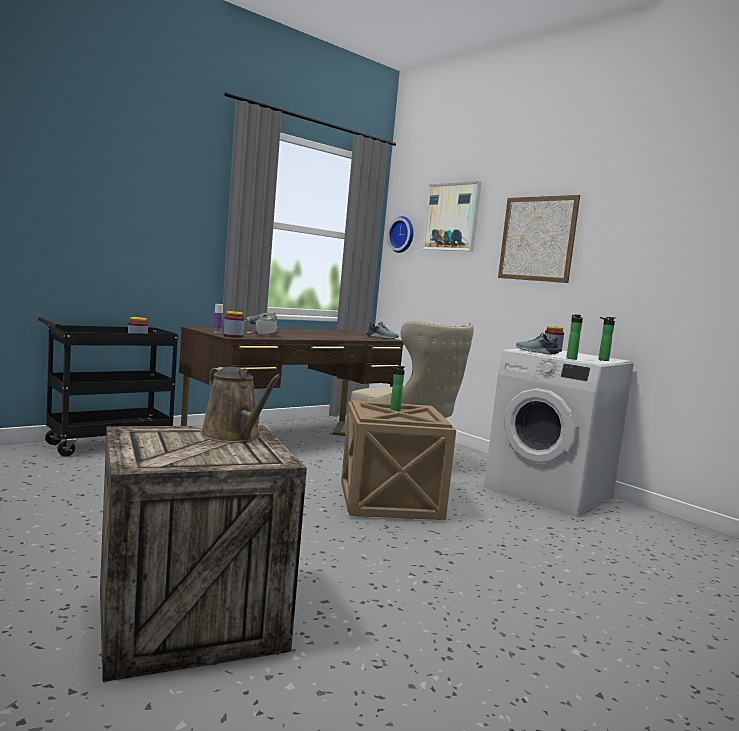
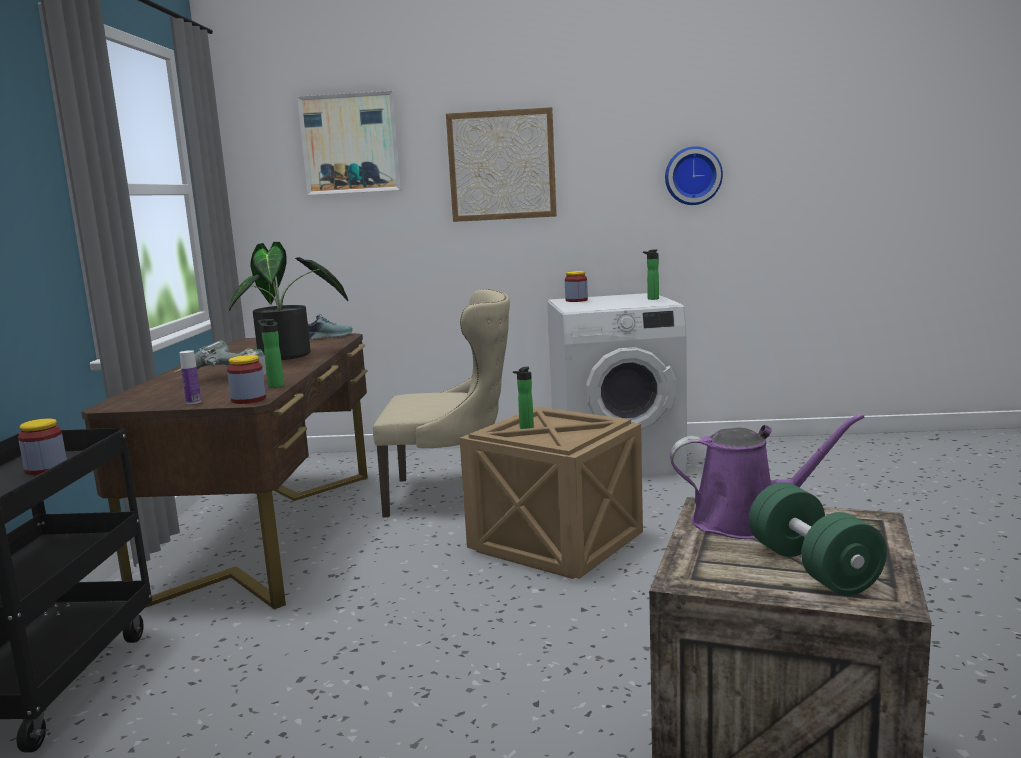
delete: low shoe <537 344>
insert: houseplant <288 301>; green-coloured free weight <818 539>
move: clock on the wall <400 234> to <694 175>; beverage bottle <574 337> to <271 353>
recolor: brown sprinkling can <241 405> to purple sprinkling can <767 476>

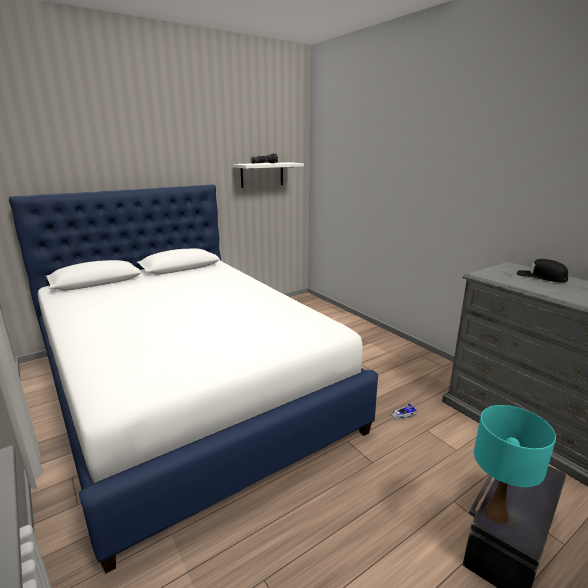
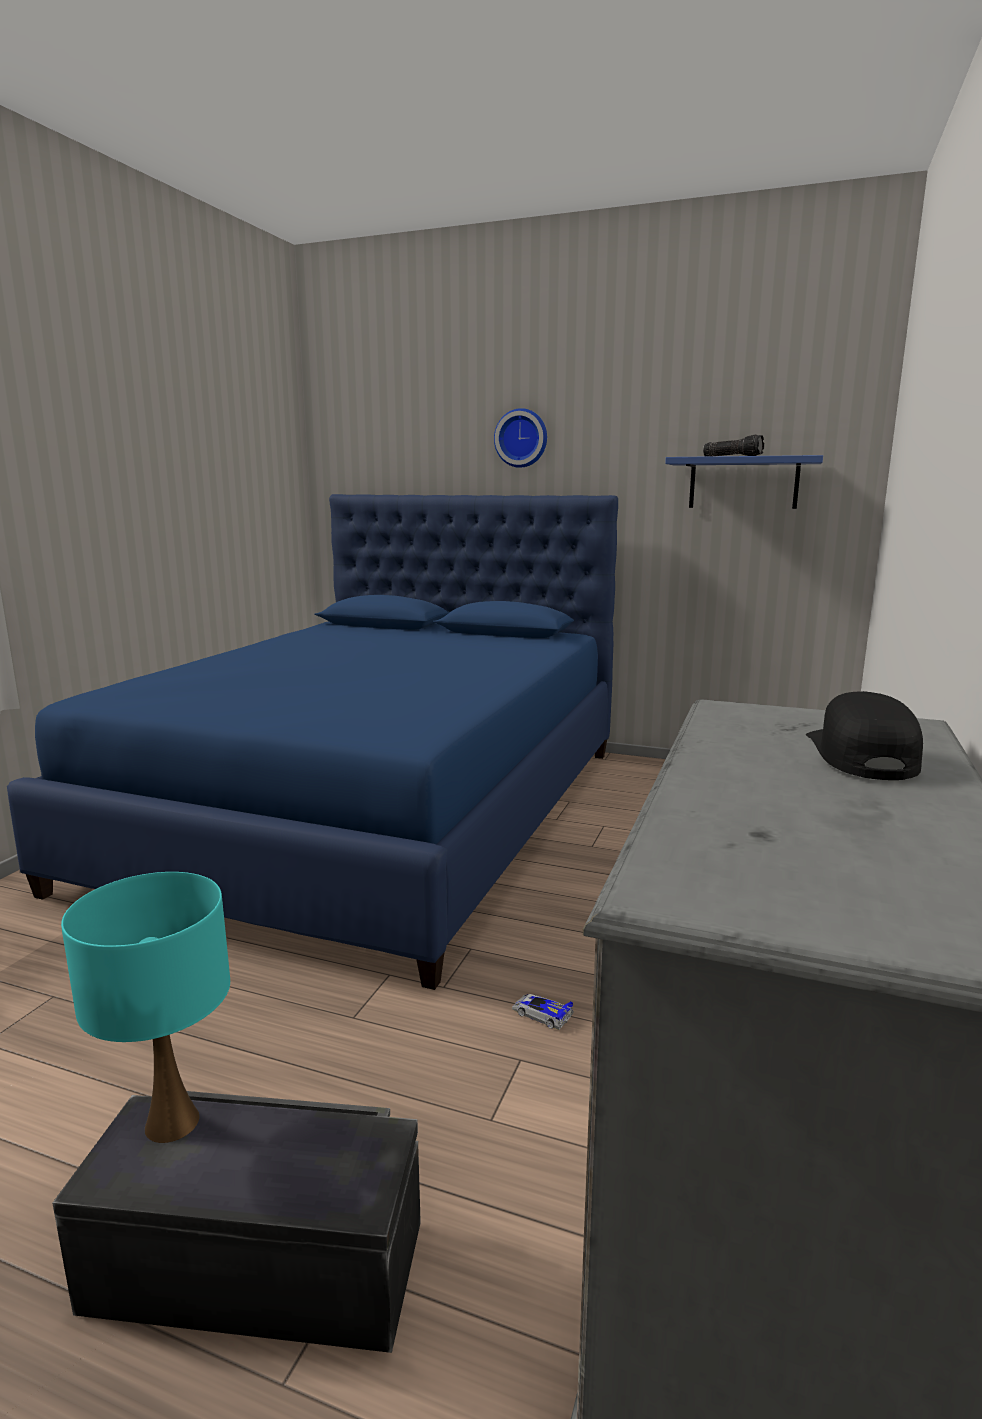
insert: clock on the wall <520 438>
recolor: whitish bed <193 379> to bluish bed <312 742>; whitish shelf <268 175> to bluish shelf <744 482>

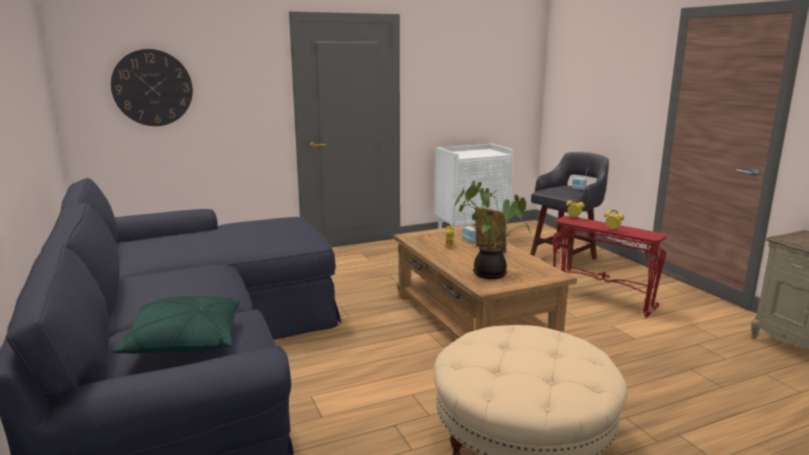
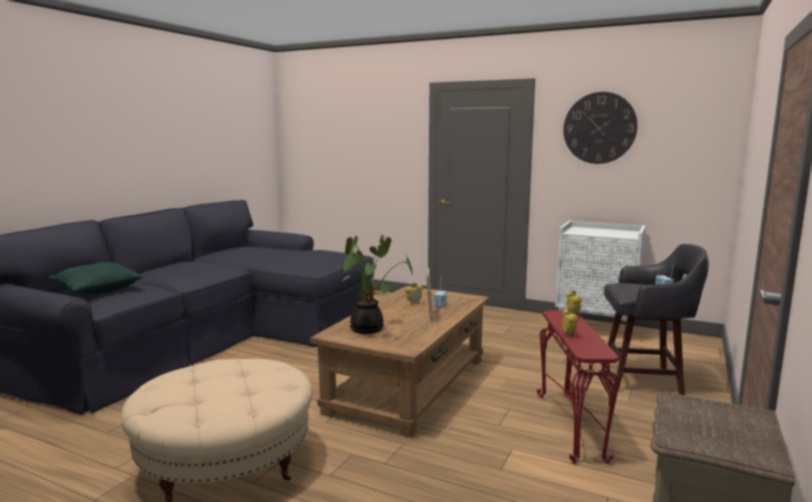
move: clock on the wall <152 87> to <600 128>

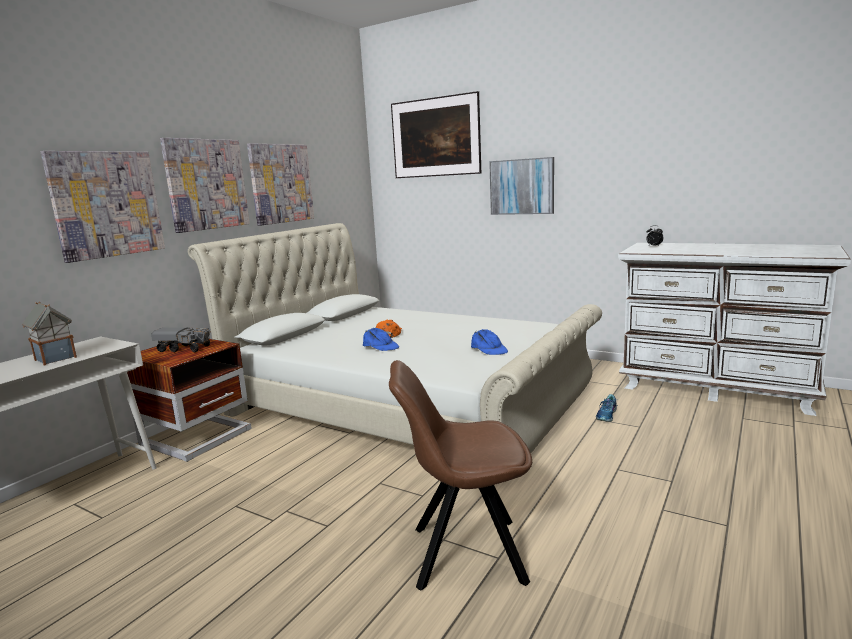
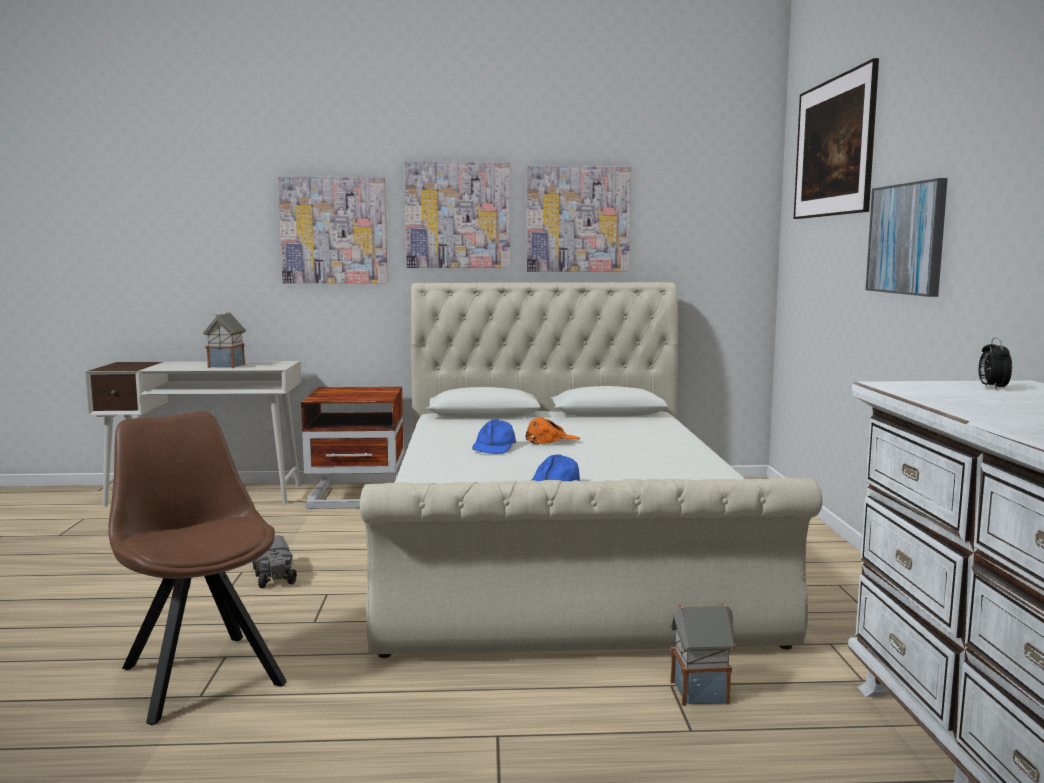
move: model truck <180 339> to <275 561>
replace: low shoe <606 408> to miniature house <703 654>

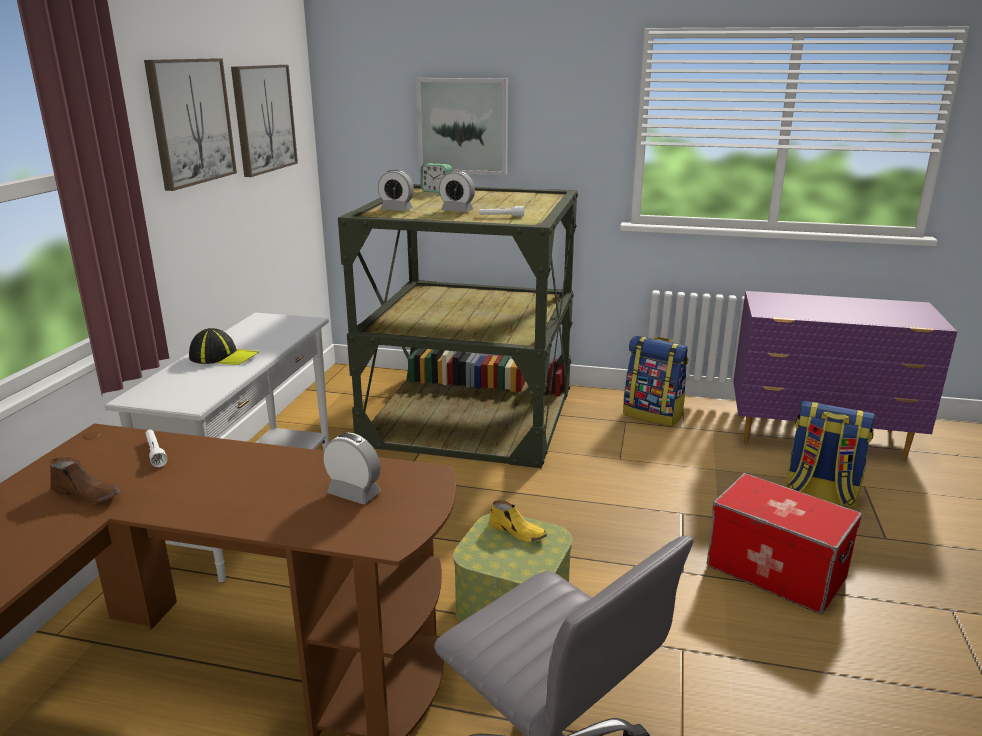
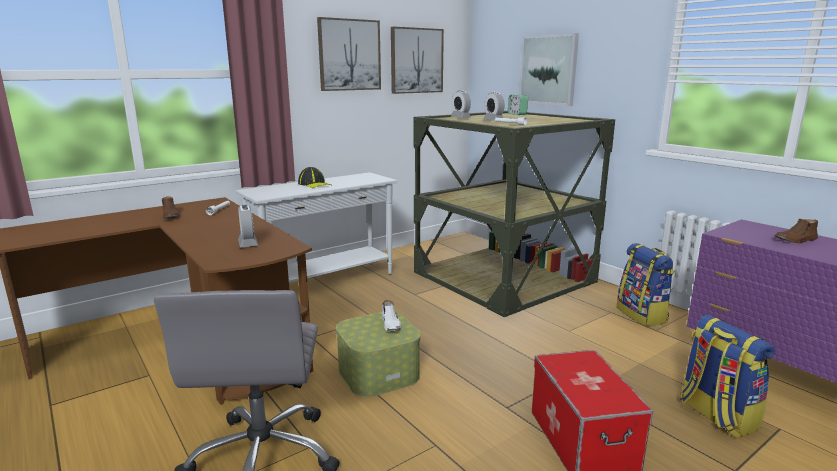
insert: brown low shoe <796 231>
recolor: yellow low shoe <518 521> to whitish low shoe <392 316>

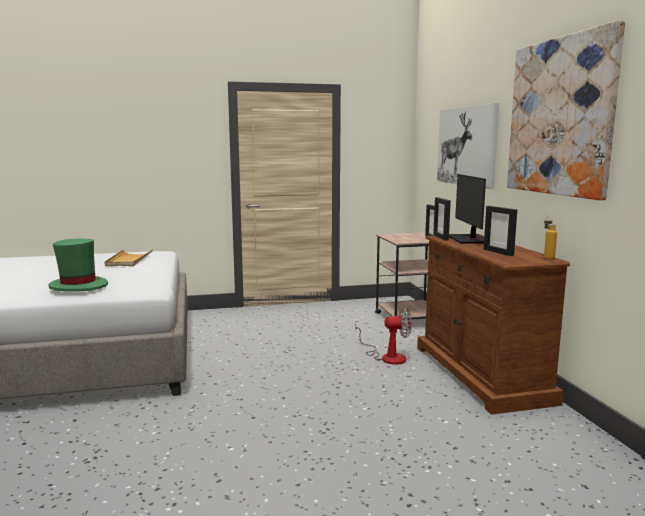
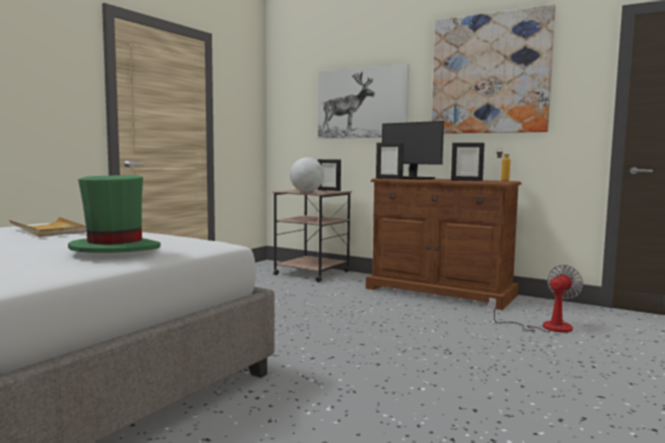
insert: globe <307 174>
move: electric fan <383 336> to <536 299>

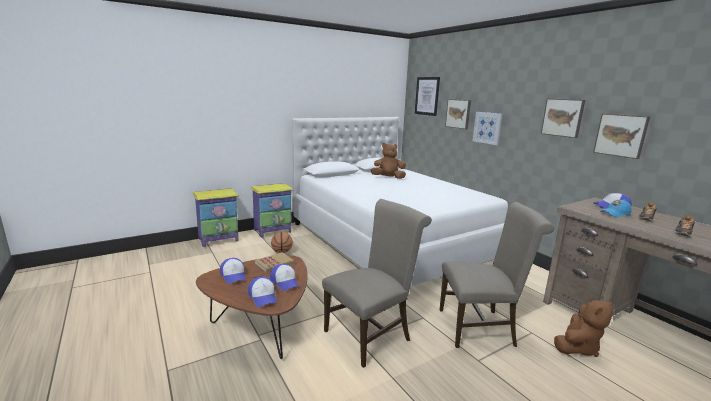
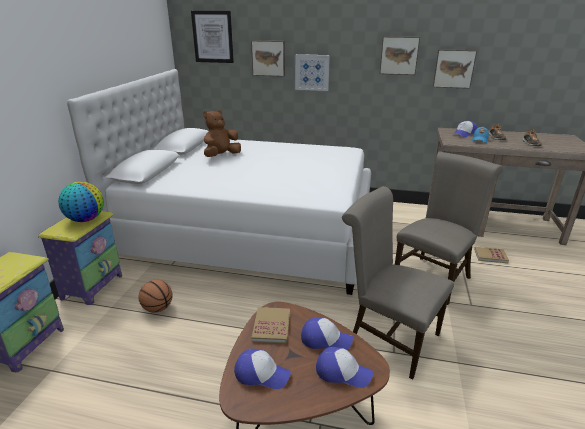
insert: globe <81 202>
replace: brown plush toy <583 328> to book <491 255>
rotate: beige-coloured upright chair <377 283> = <398 283> 60 degrees counterclockwise

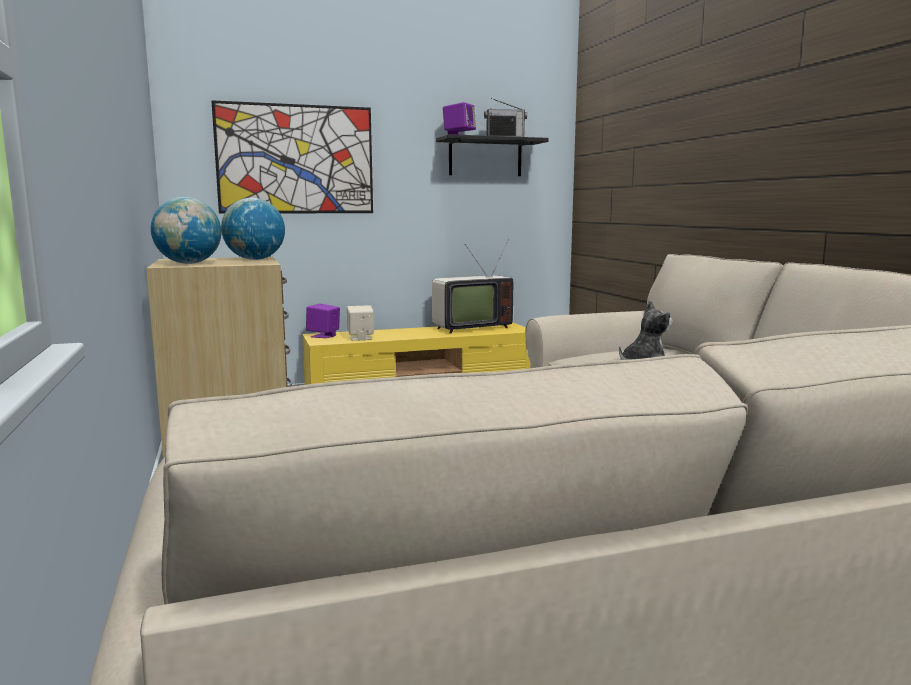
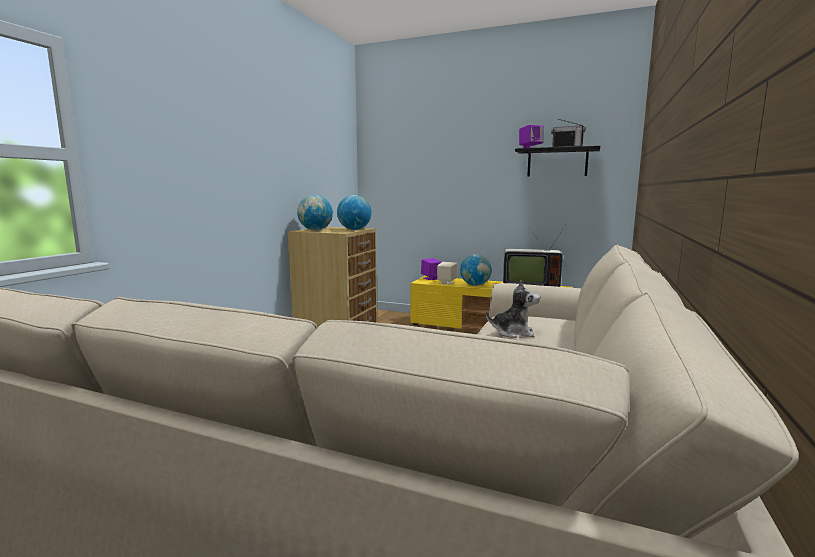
delete: picture <292 157>
insert: globe <476 270>

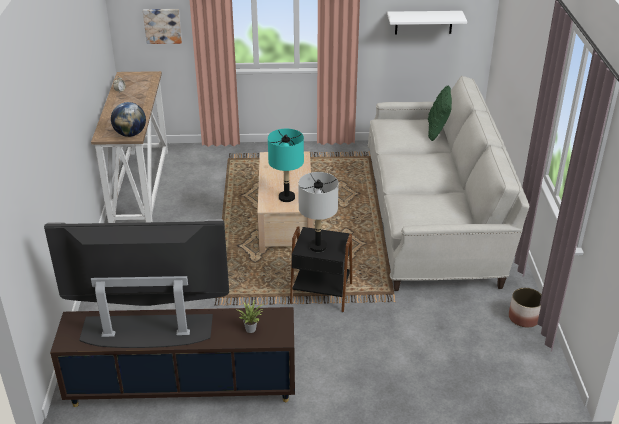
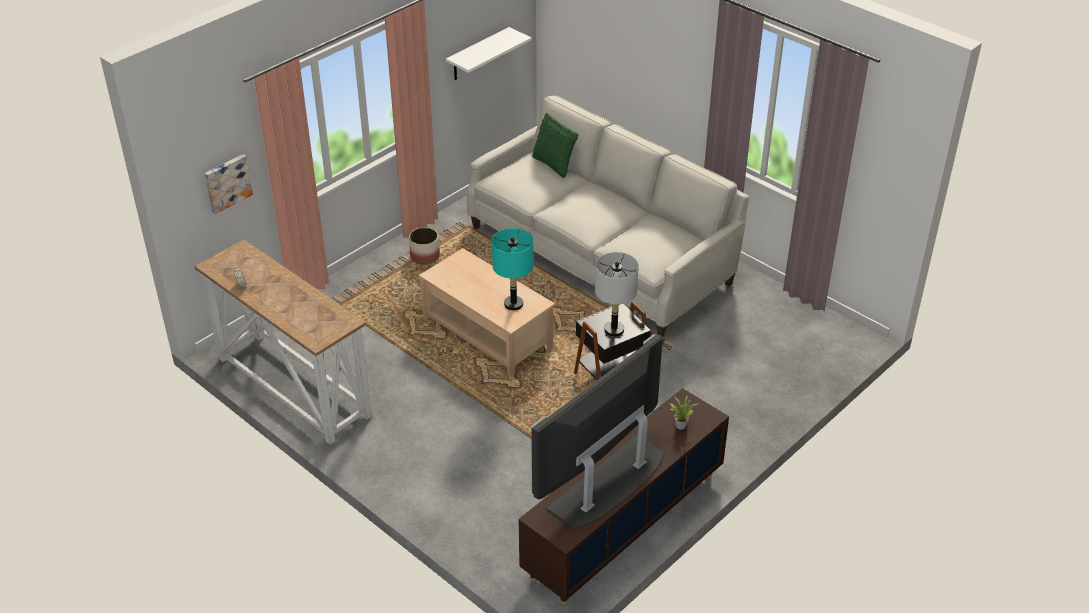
delete: globe <128 119>
move: flower pot <525 307> to <424 245>

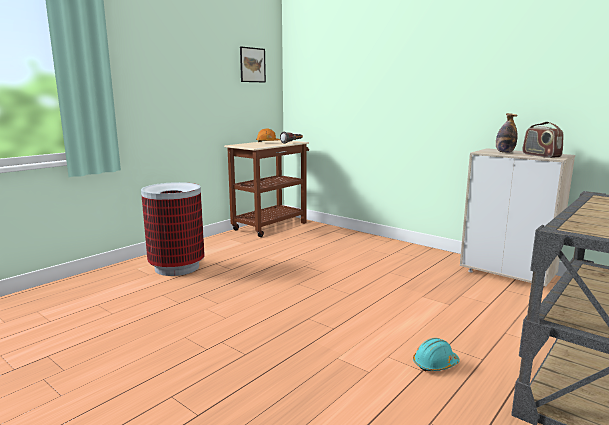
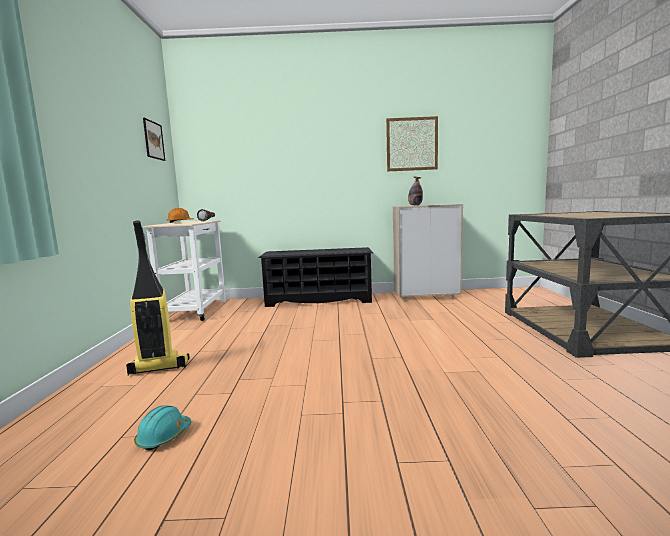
delete: radio set <542 140>
insert: black-coloured shoe stand <316 277>; picture <412 144>
move: turquoise hard hat <436 354> to <163 427>
replace: waste bin <173 229> to vacuum cleaner <157 297>
recolor: brown cart <266 188> to whitish cart <184 270>

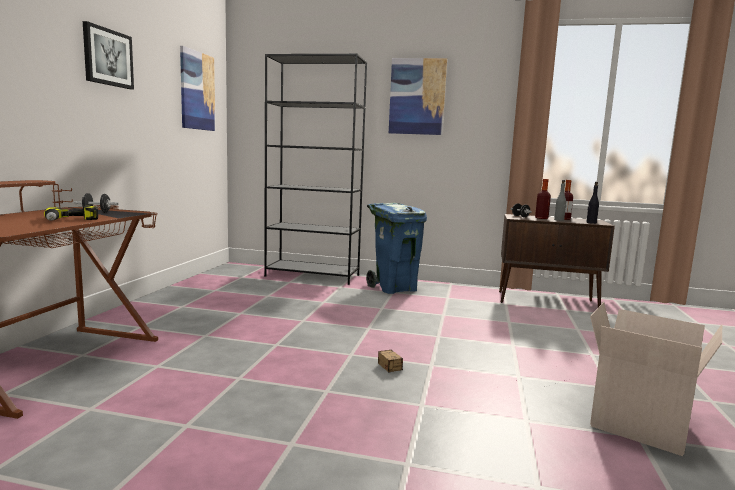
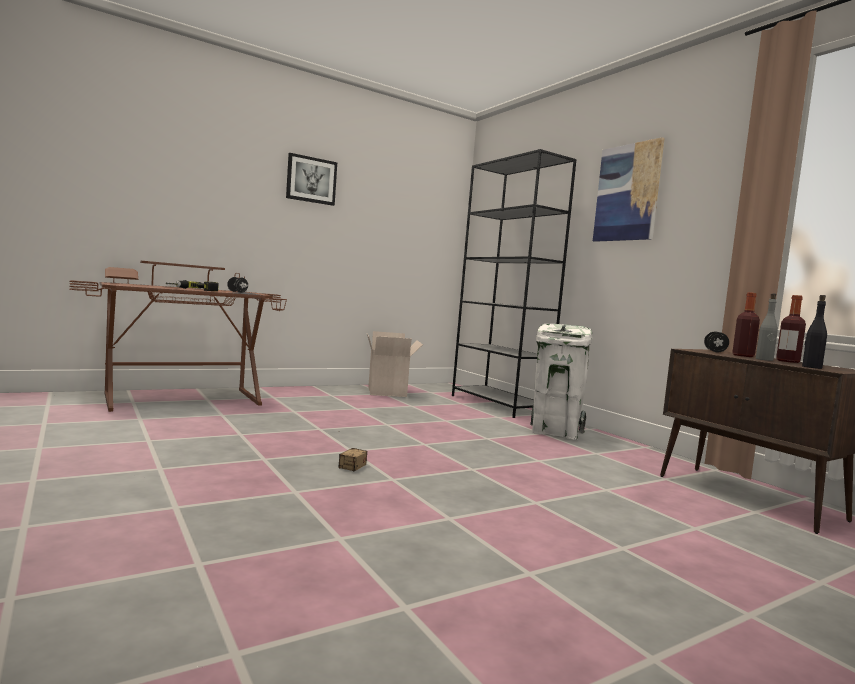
delete: picture <197 88>
move: cardboard box <656 379> to <395 364>
recolor: bluish waste bin <396 248> to whitish waste bin <561 382>

